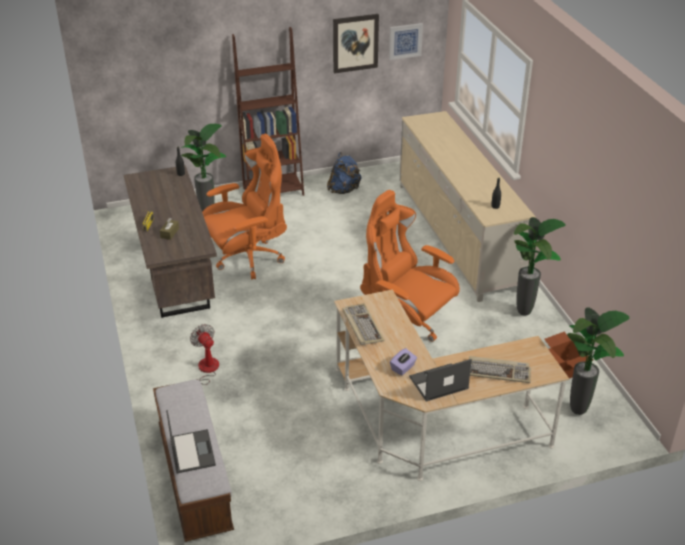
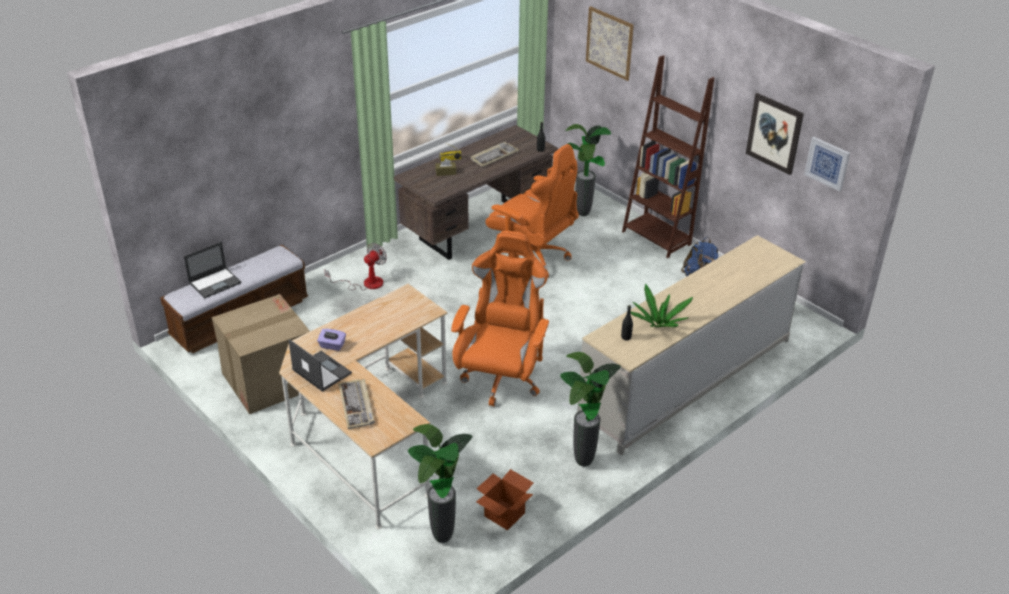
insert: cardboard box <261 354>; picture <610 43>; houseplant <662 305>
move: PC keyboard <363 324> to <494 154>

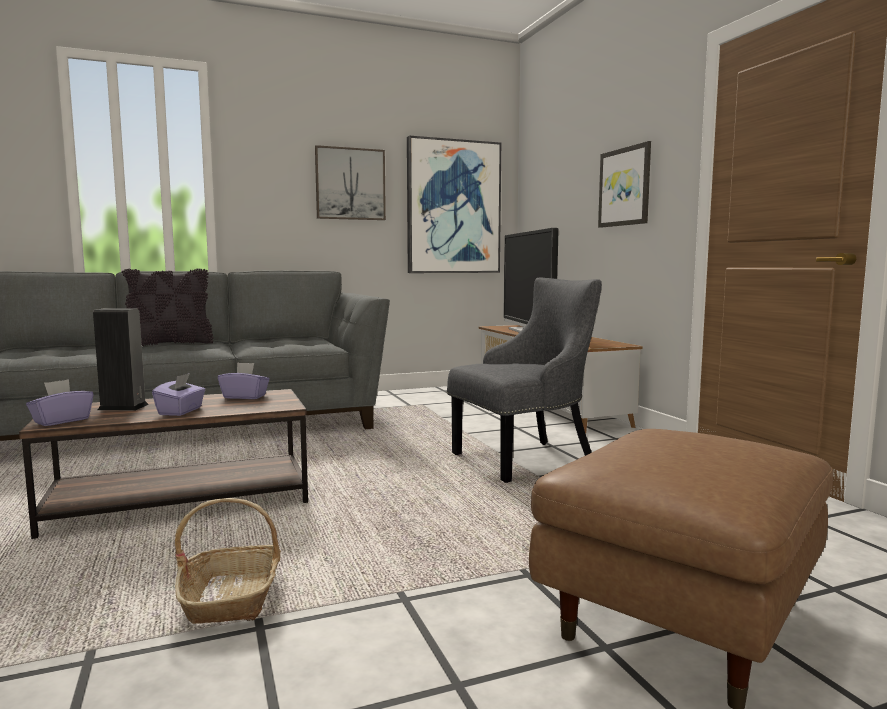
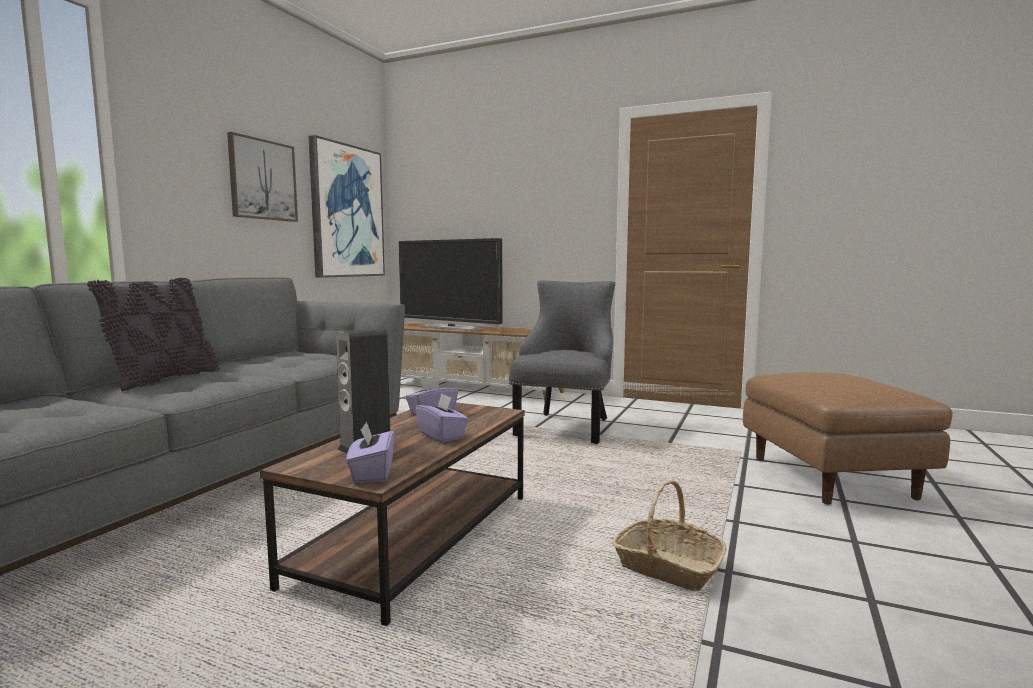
delete: picture <624 184>

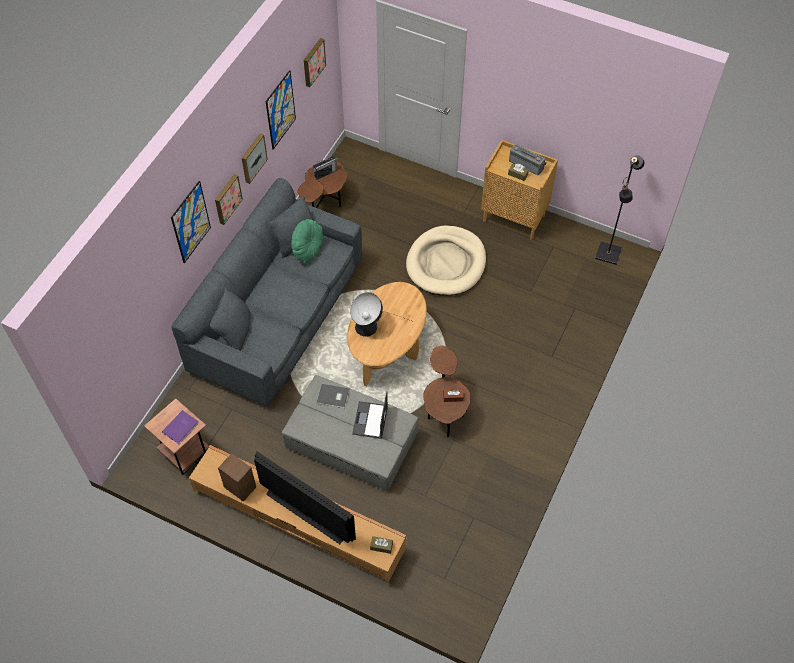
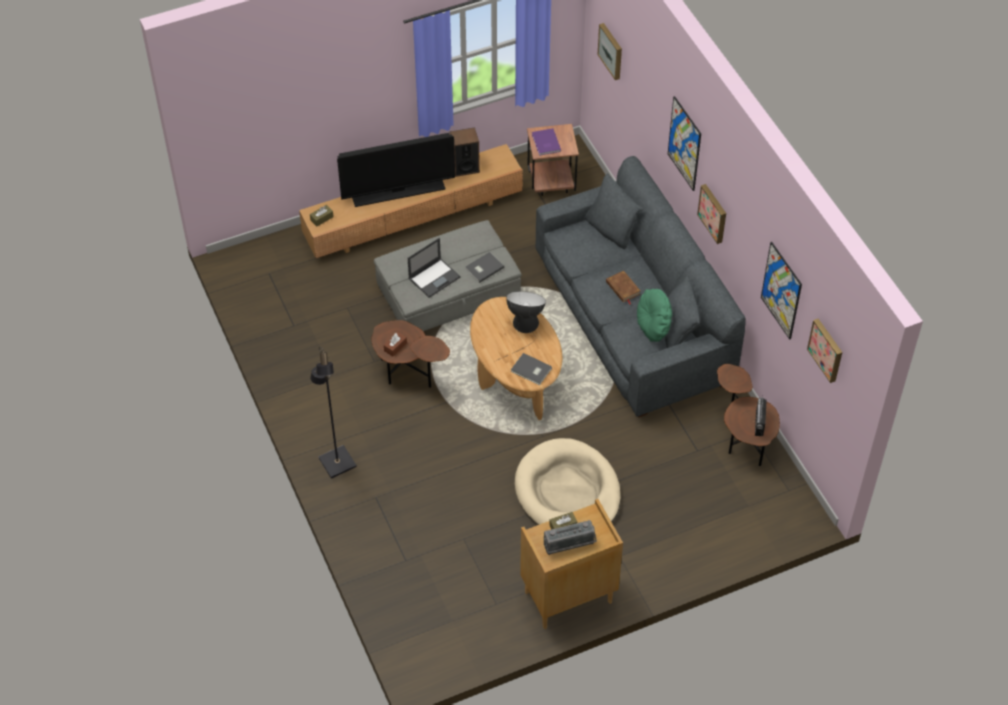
insert: grey book <531 369>; brown book <623 288>
move: picture <255 158> to <609 51>; black-coloured standing lamp <619 210> to <333 413>
rotate: laptop <370 415> = <434 268> 90 degrees clockwise

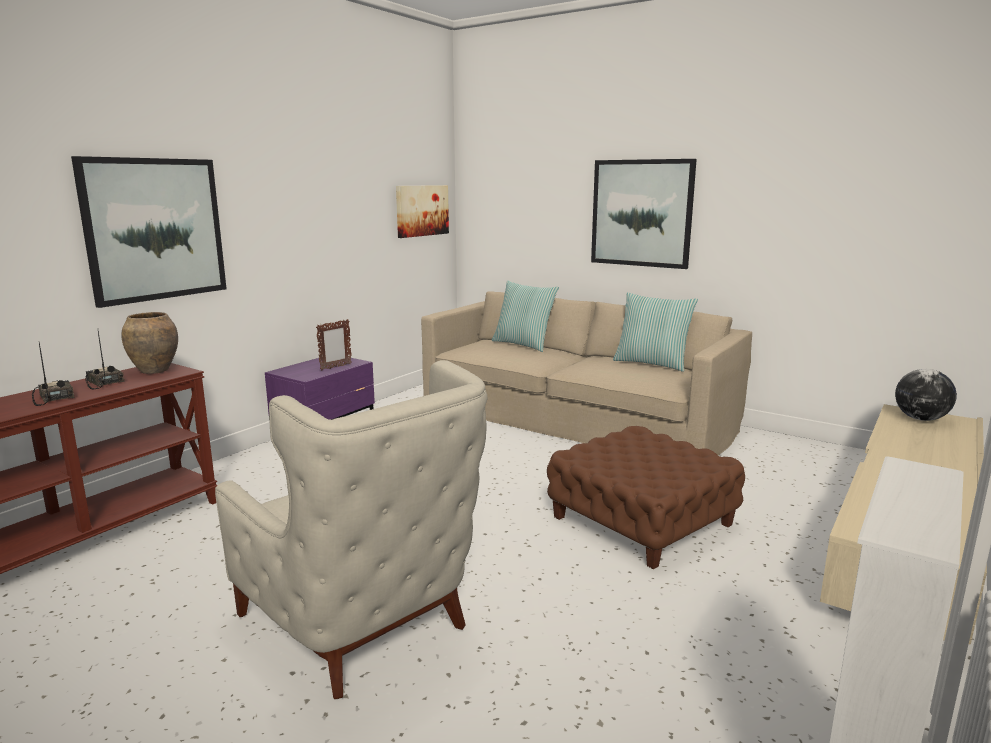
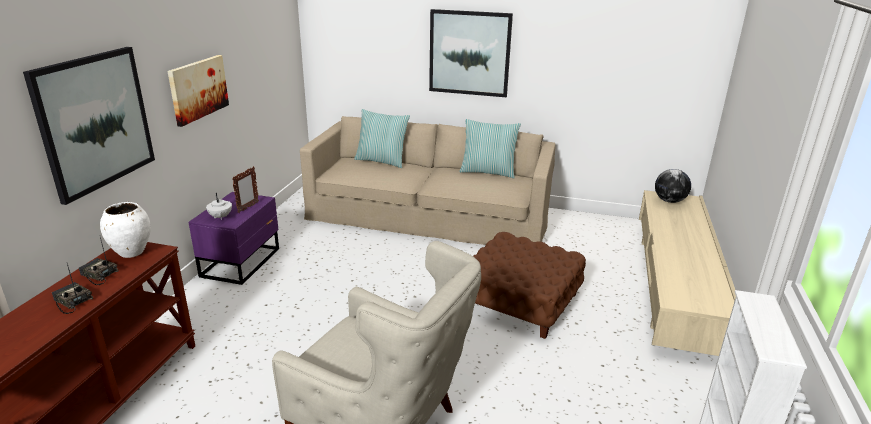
insert: whitish teapot <219 206>
move: picture <422 211> to <198 91>
recolor: brown flower vase <149 343> to whitish flower vase <125 230>

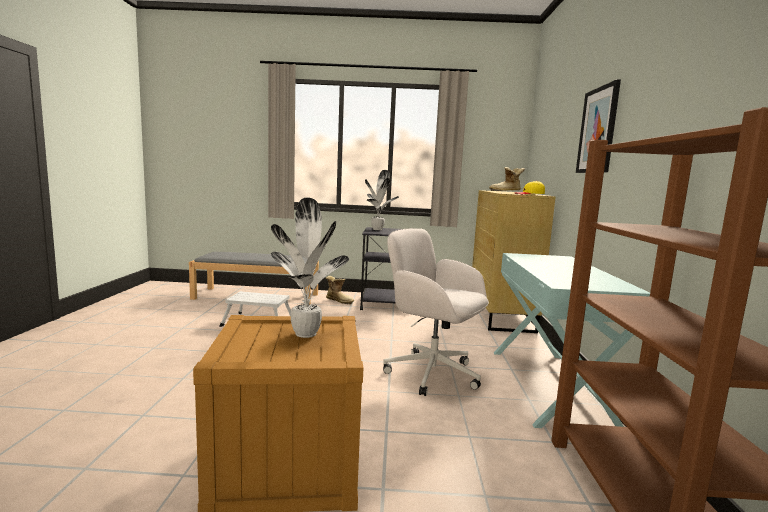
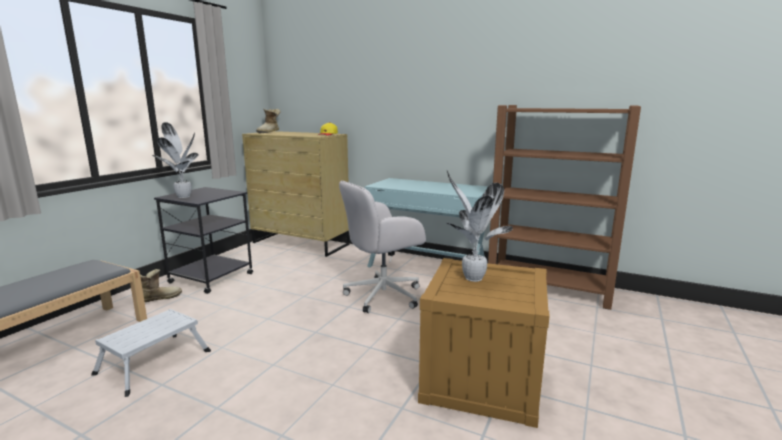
delete: picture <598 126>

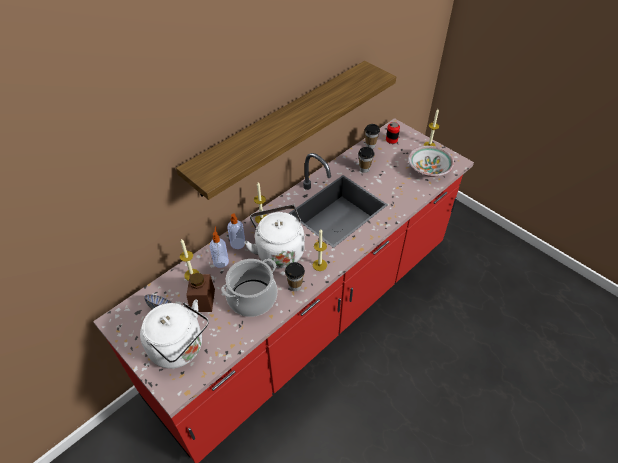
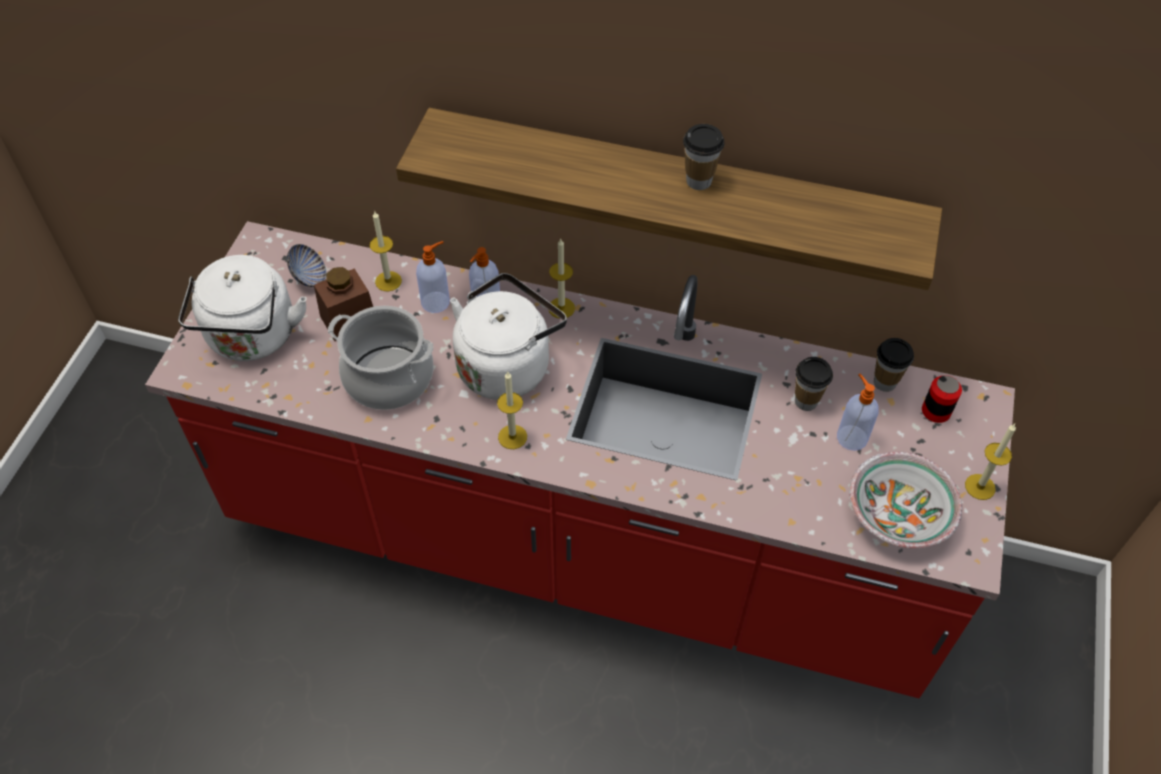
insert: liquid soap bottle <857 412>
move: drinking cup <295 276> to <704 157>

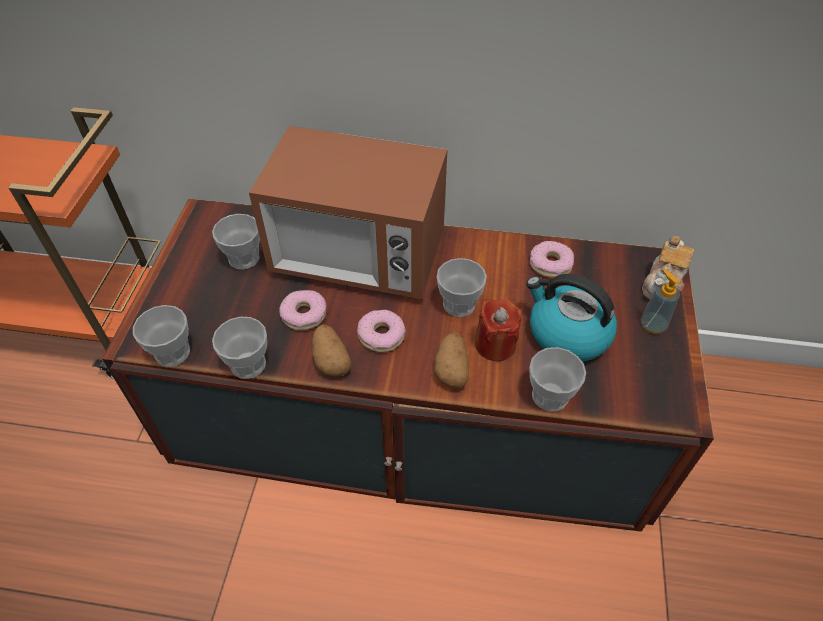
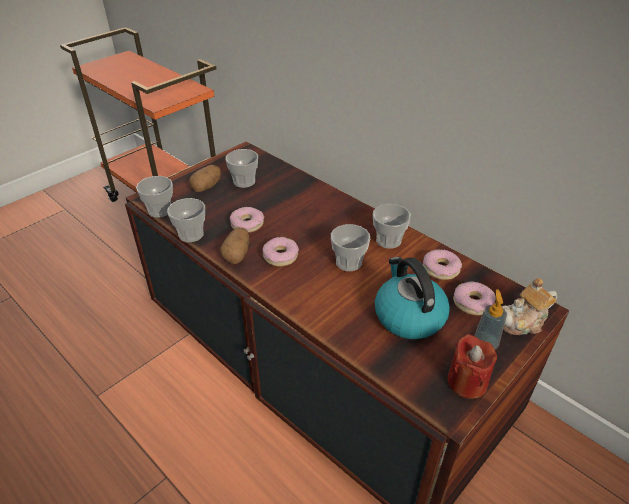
delete: microwave <348 212>
insert: donut <474 298>
move: whole potato <451 361> to <205 178>; red candle <498 330> to <472 366>; drinking cup <558 379> to <392 226>

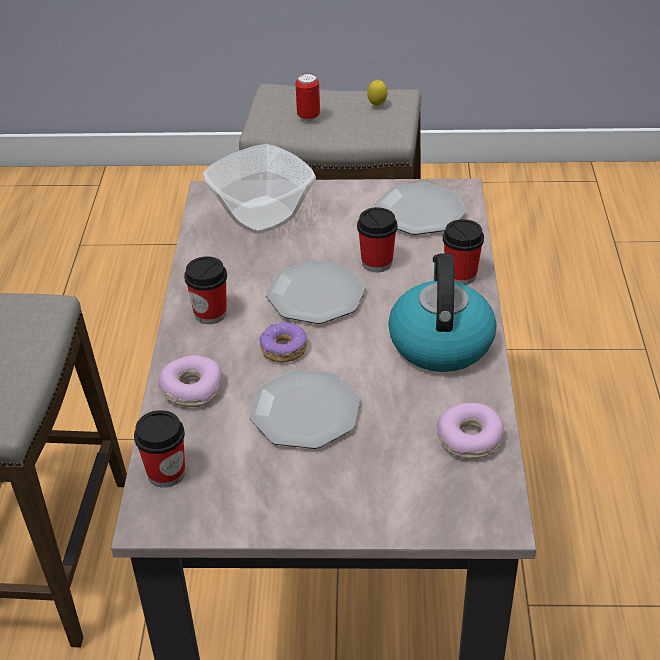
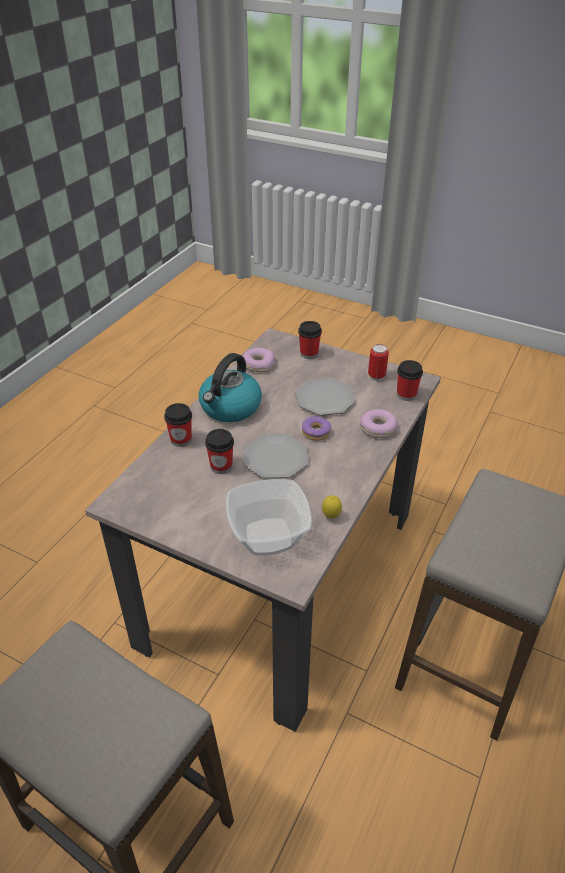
delete: dinner plate <420 208>
move: drinking cup <205 290> to <310 340>; metal can <307 97> to <378 362>; lemon <377 93> to <332 507>

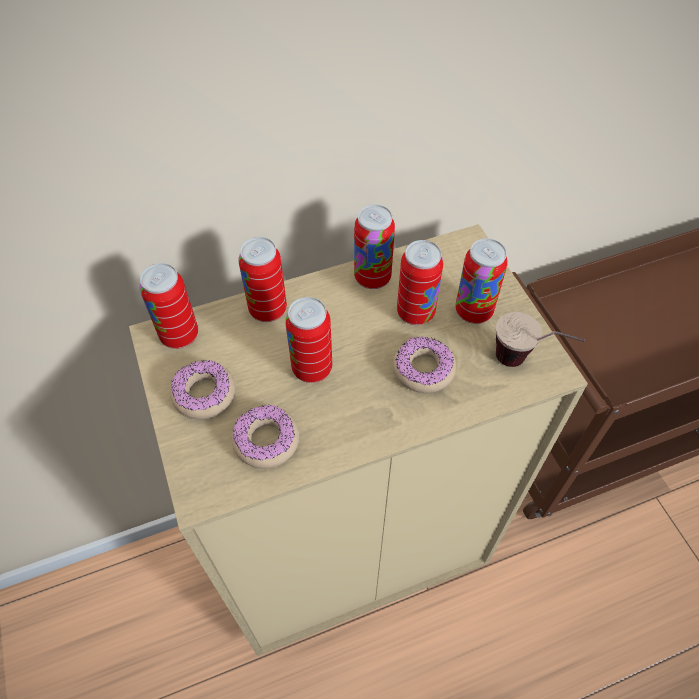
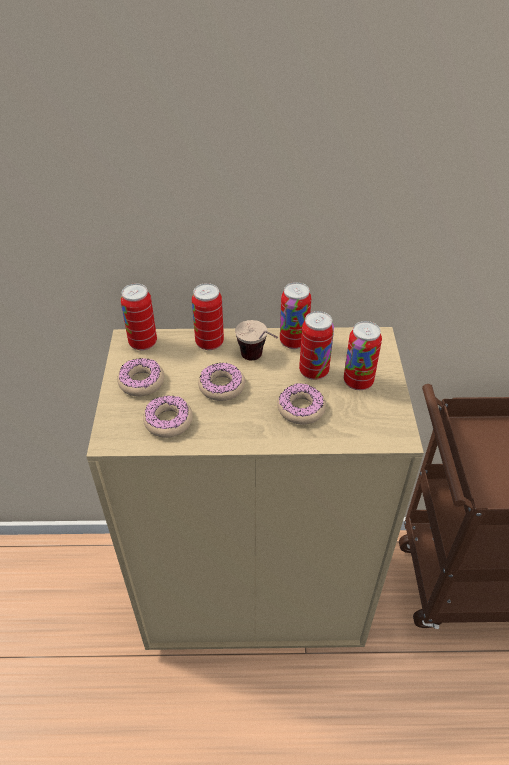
move: drinking cup <540 339> to <256 340>
replace: metal can <308 340> to donut <221 381>

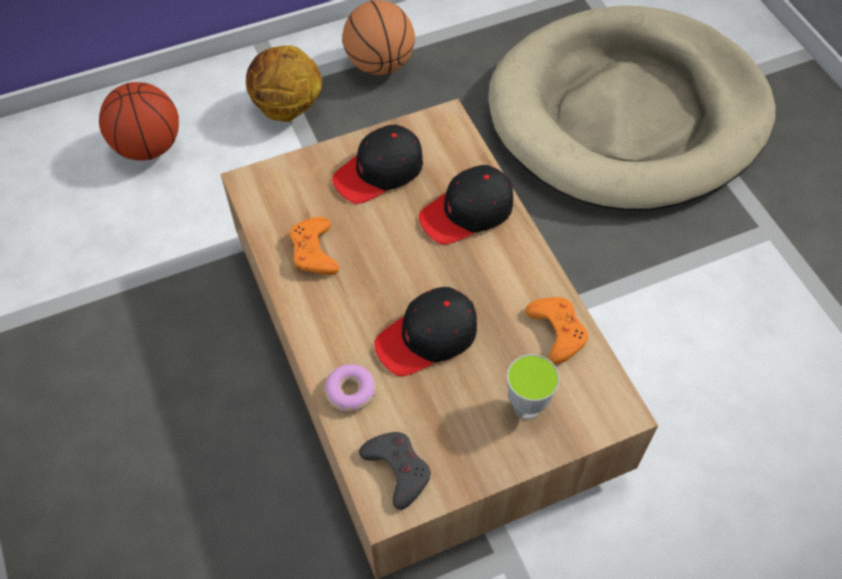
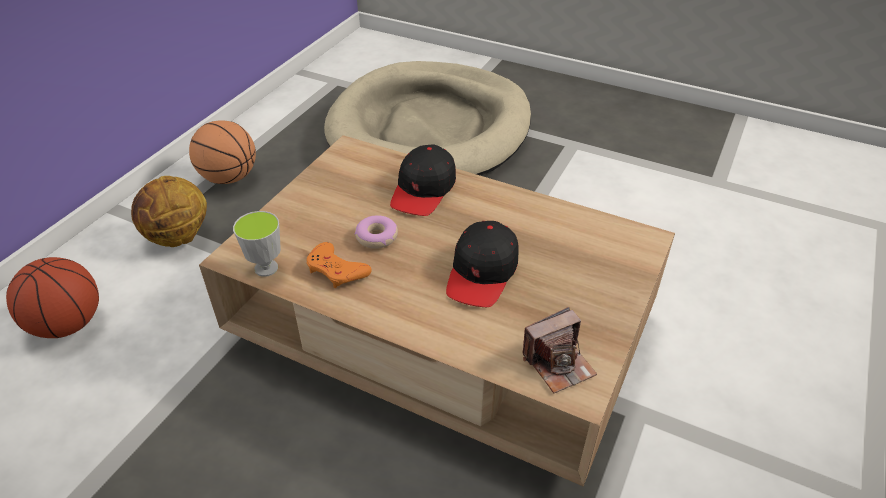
delete: black-coloured cap <377 164>; orangey joypad <556 330>
move: donut <350 388> to <376 232>; drinking cup <533 386> to <257 244>
replace: grey joypad <395 471> to photo camera <559 350>

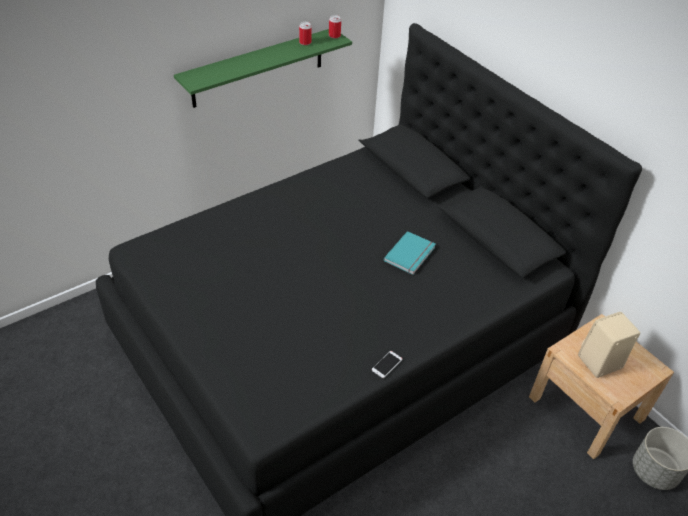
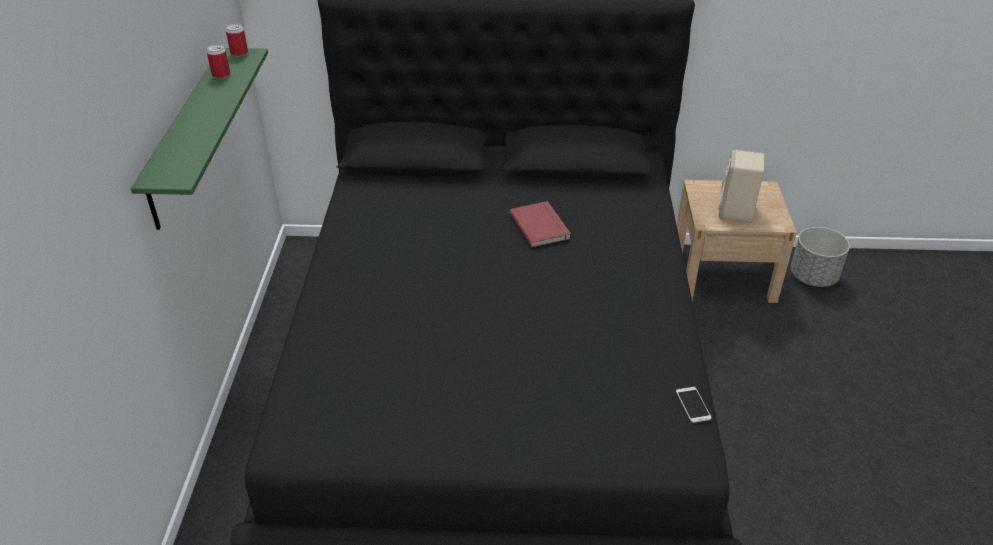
move: handset <387 364> to <694 405>
recolor: turquoise book <410 253> to red book <540 224>

